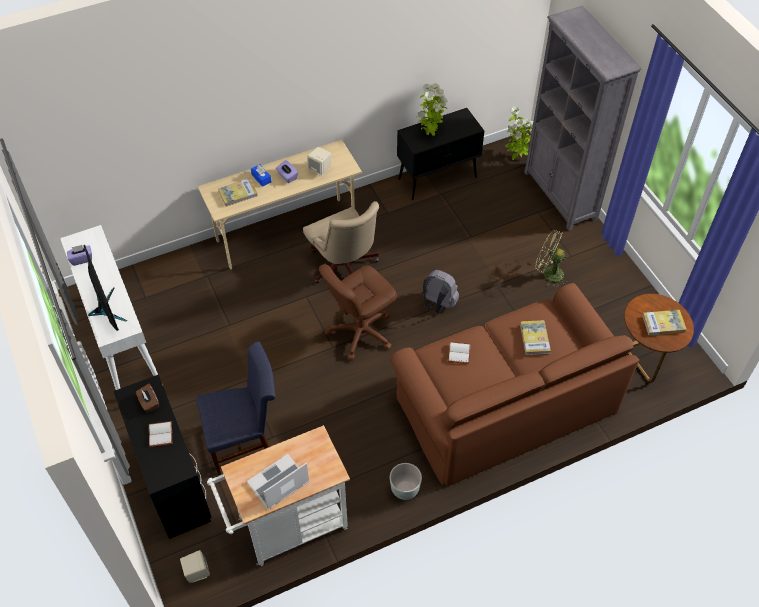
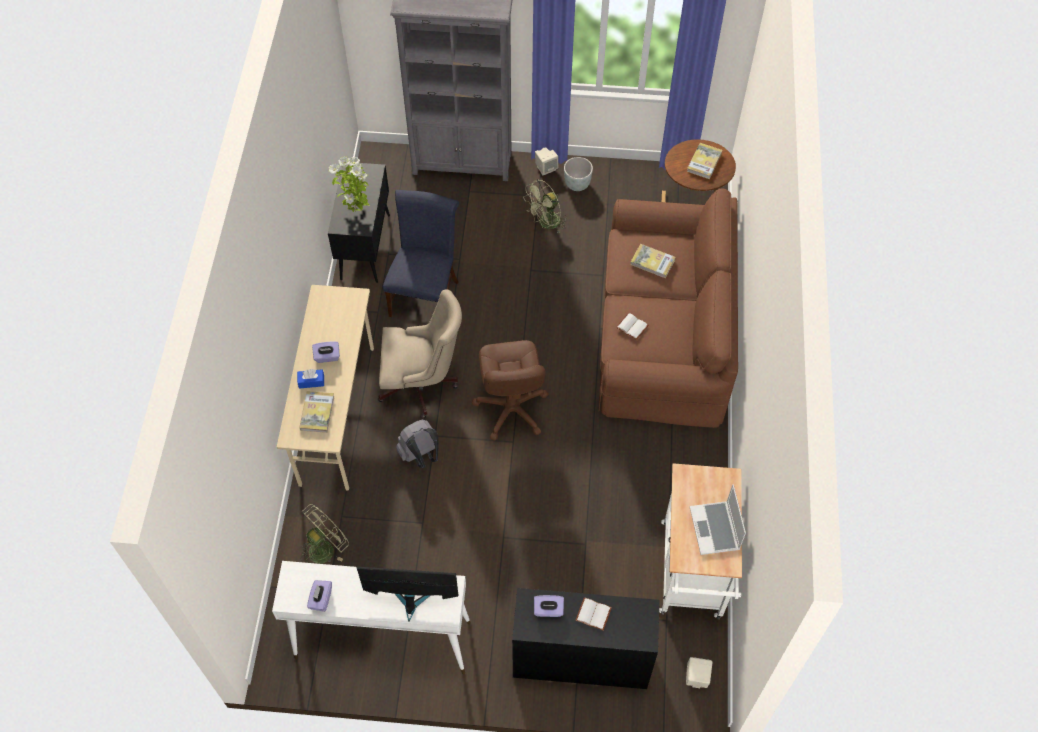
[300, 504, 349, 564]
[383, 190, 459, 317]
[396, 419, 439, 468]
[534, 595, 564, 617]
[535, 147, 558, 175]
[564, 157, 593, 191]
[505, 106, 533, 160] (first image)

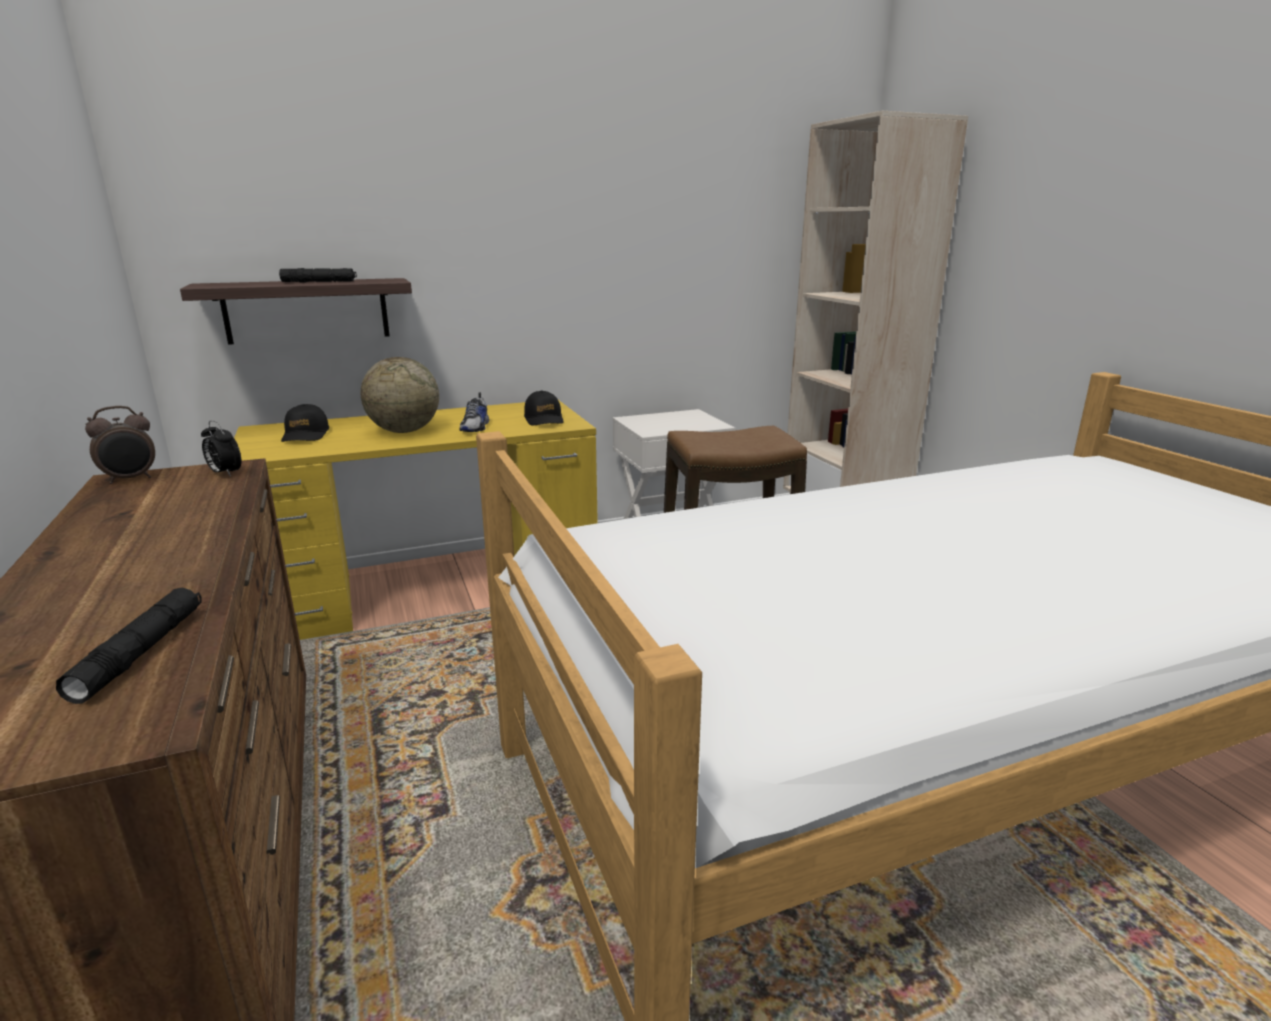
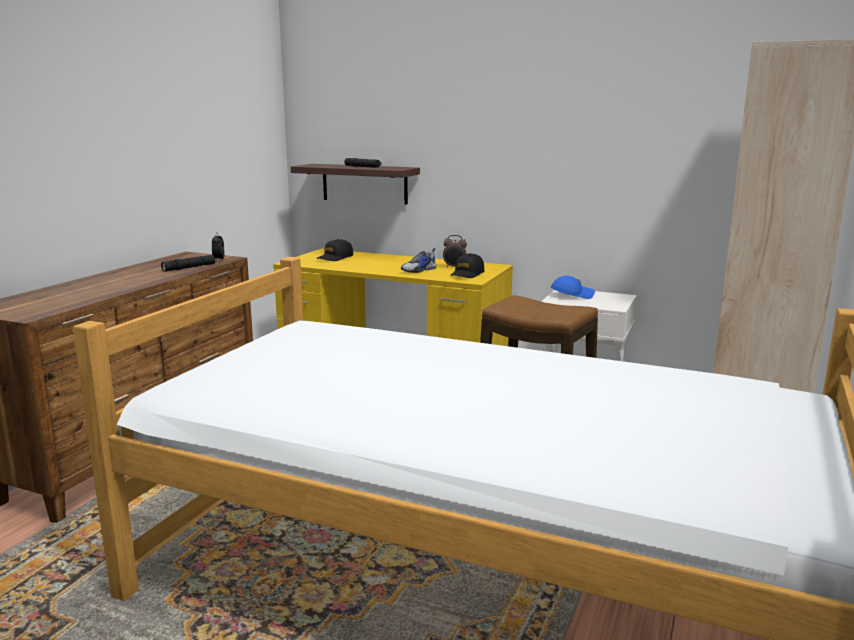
[161, 255, 217, 272]
[443, 235, 467, 267]
[551, 276, 595, 299]
[361, 357, 439, 433] (first image)

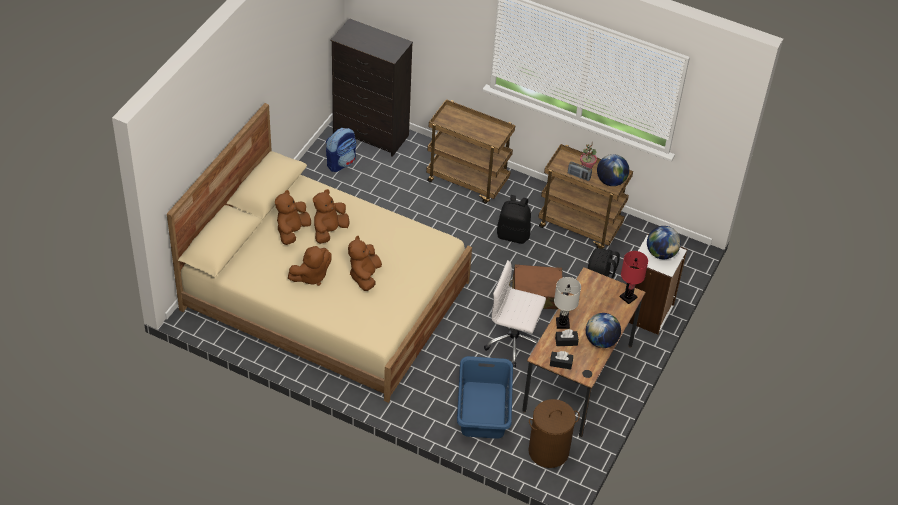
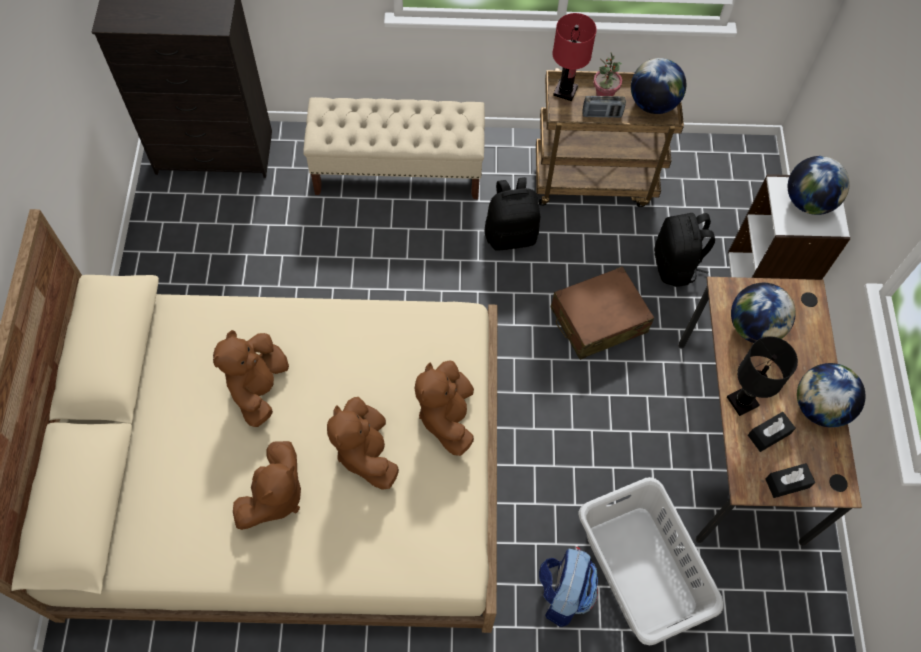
[303, 97, 485, 199]
[415, 360, 474, 456]
[539, 547, 598, 627]
[552, 13, 597, 101]
[578, 477, 724, 645]
[727, 336, 798, 416]
[731, 283, 796, 343]
[484, 260, 546, 367] (first image)
[528, 399, 580, 468] (first image)

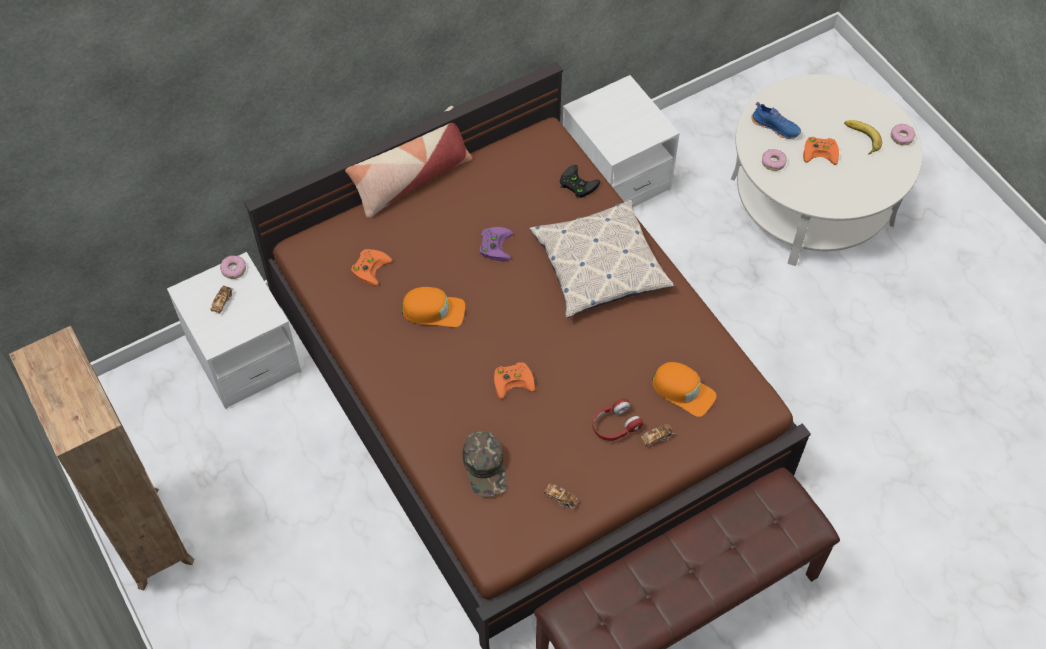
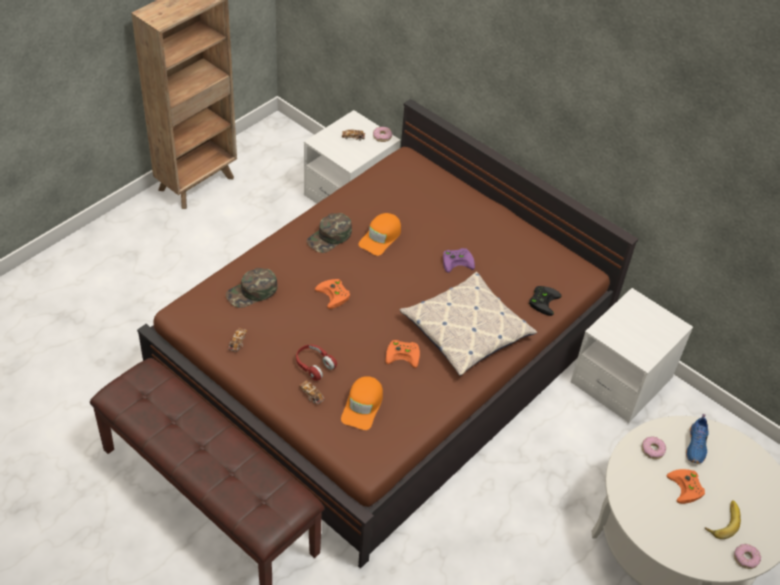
[306, 213, 352, 253]
[358, 213, 401, 256]
[385, 340, 420, 368]
[345, 106, 472, 218] (first image)

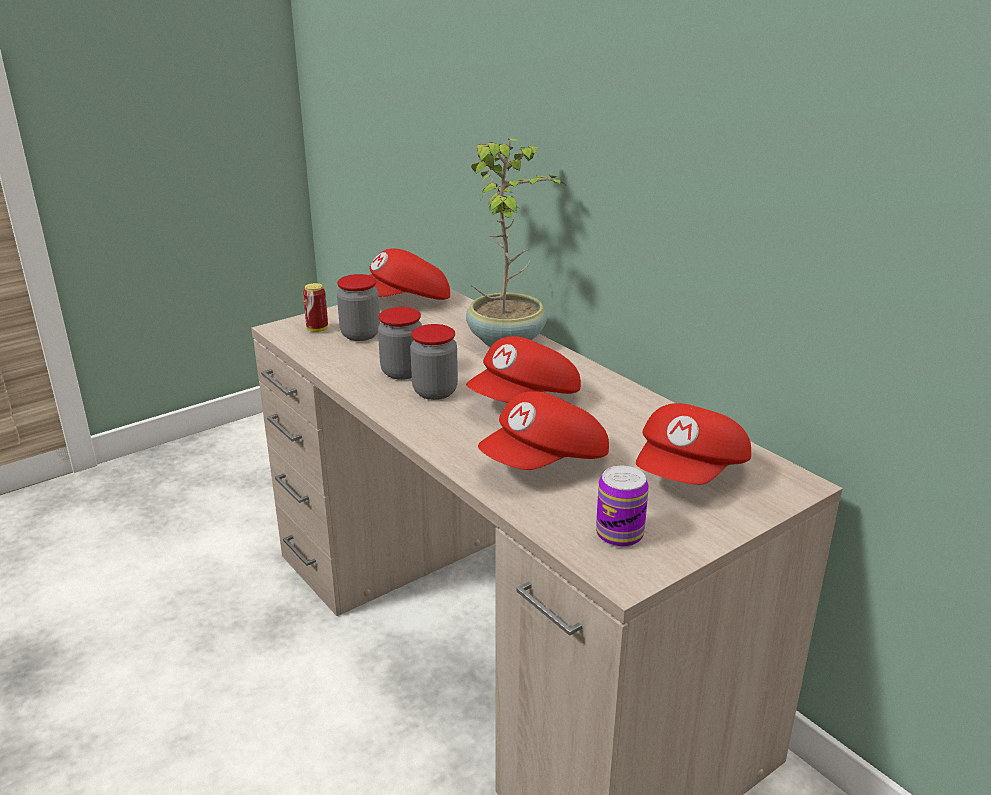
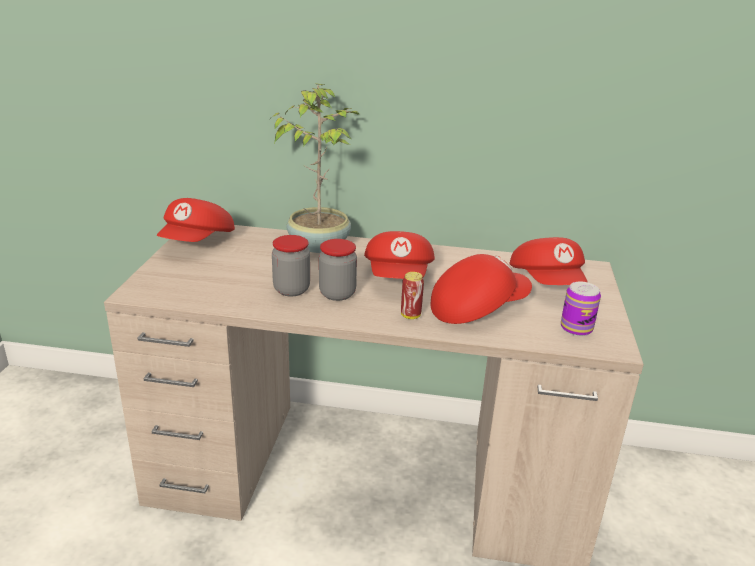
[401, 272, 424, 319]
[431, 254, 532, 324]
[337, 274, 380, 341] (first image)

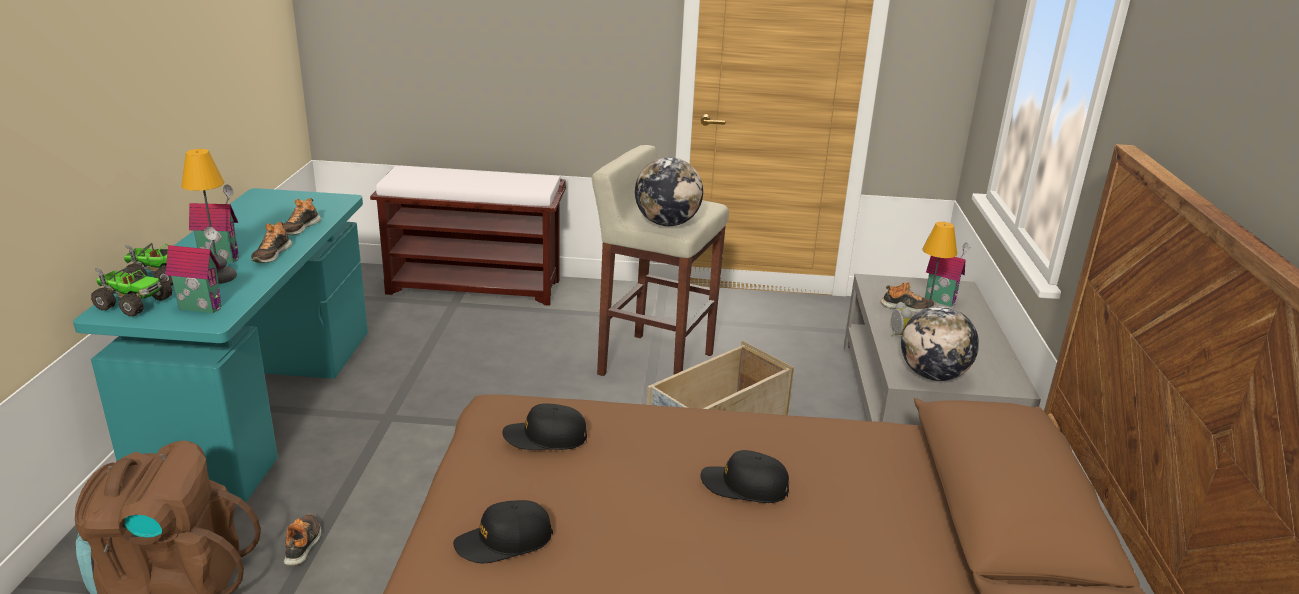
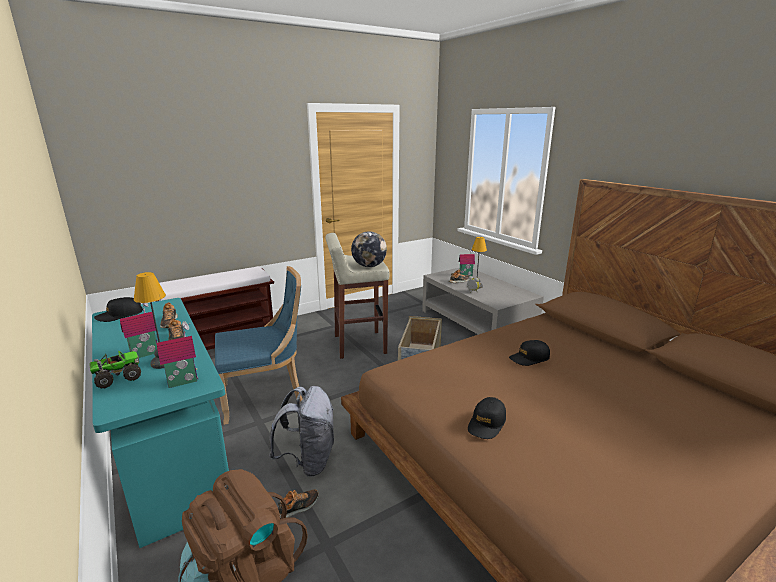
[94, 297, 143, 322]
[215, 266, 303, 425]
[269, 386, 334, 477]
[278, 489, 319, 517]
[91, 267, 173, 317] (first image)
[901, 306, 979, 381] (first image)

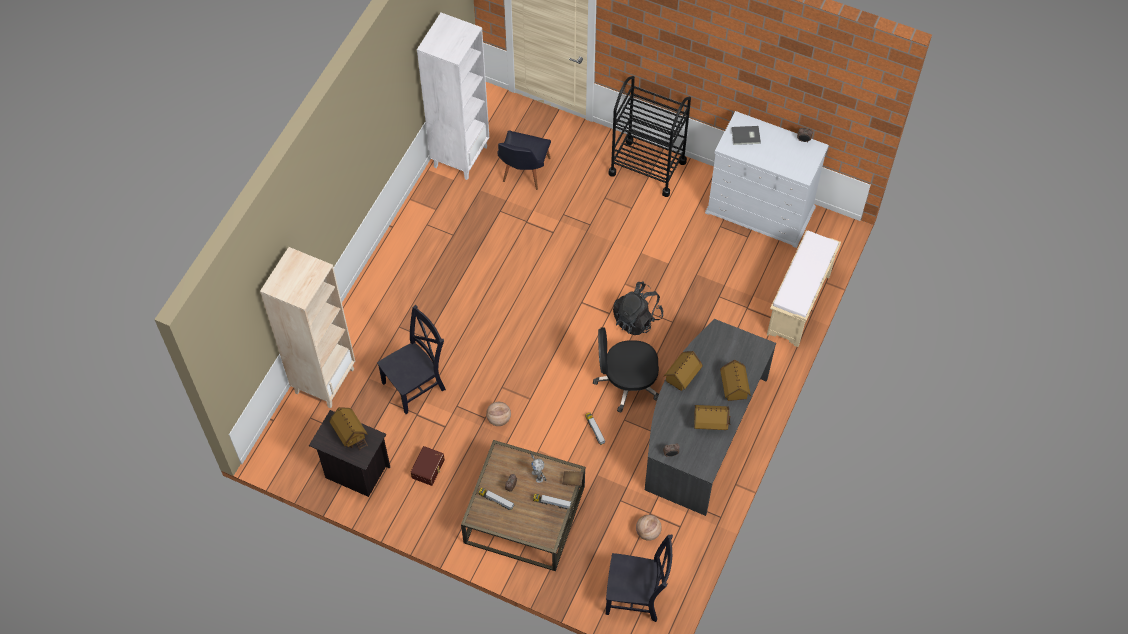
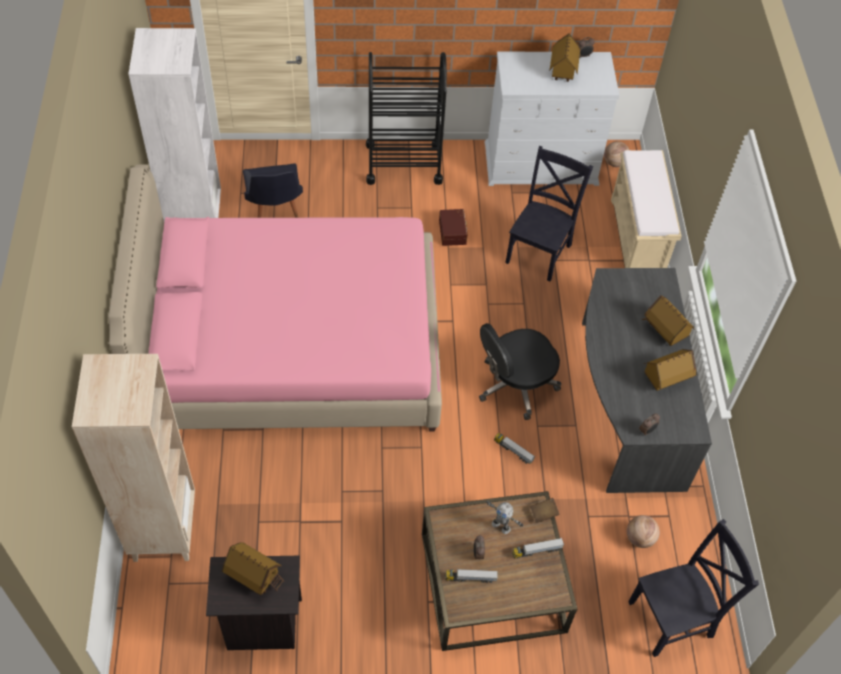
[108, 164, 442, 432]
[439, 209, 468, 246]
[505, 146, 593, 281]
[550, 33, 580, 82]
[604, 141, 629, 167]
[613, 281, 664, 335] (first image)
[731, 126, 761, 145] (first image)

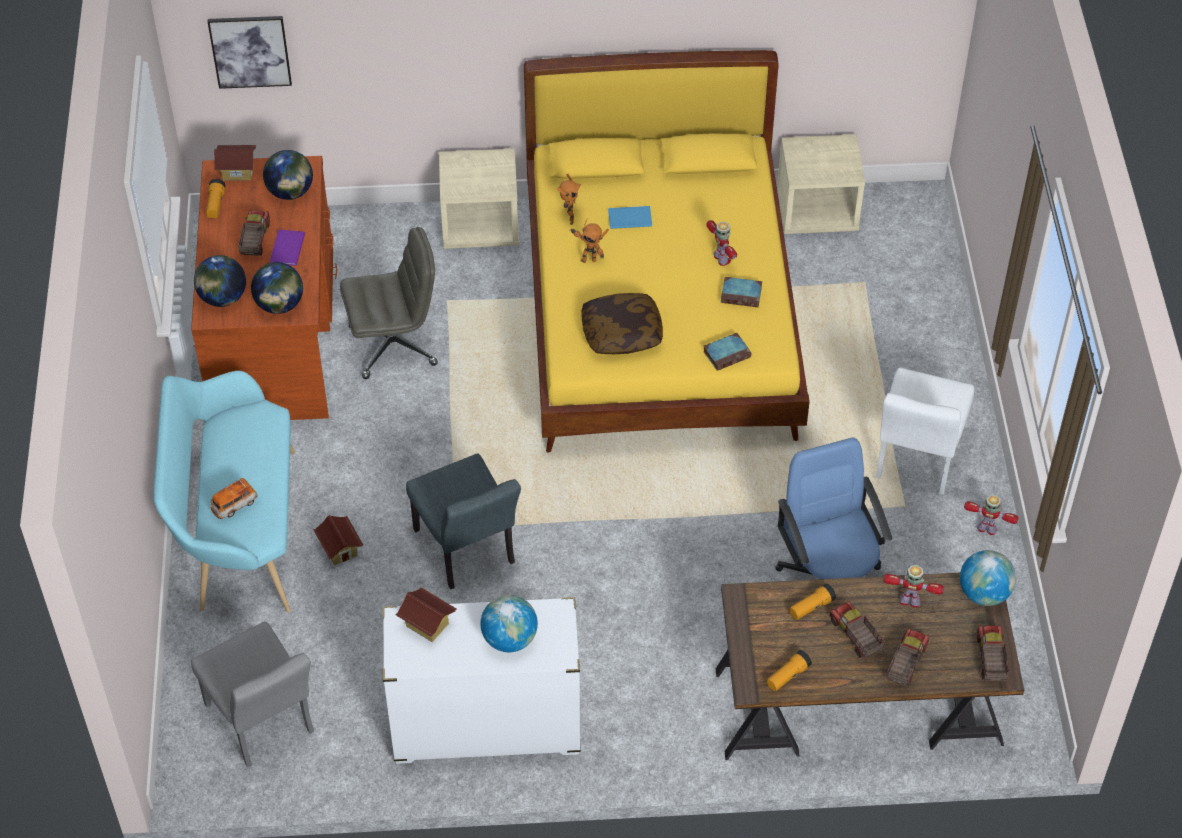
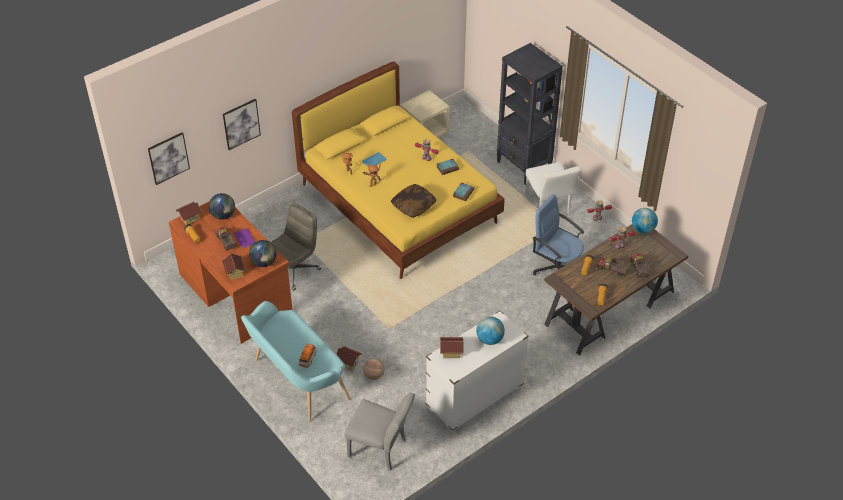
[222, 253, 246, 280]
[223, 99, 261, 150]
[363, 358, 385, 380]
[497, 43, 563, 185]
[406, 453, 521, 589] (first image)
[439, 149, 519, 249] (first image)
[977, 625, 1009, 681] (first image)

